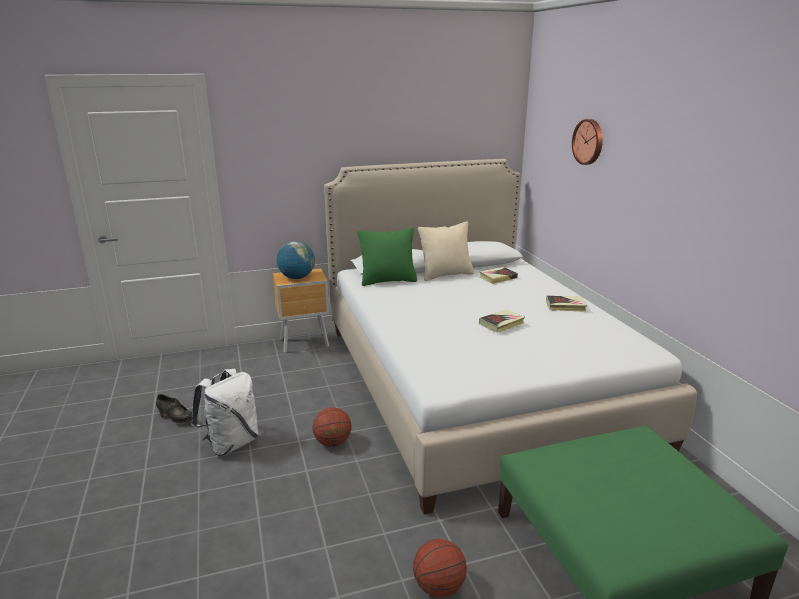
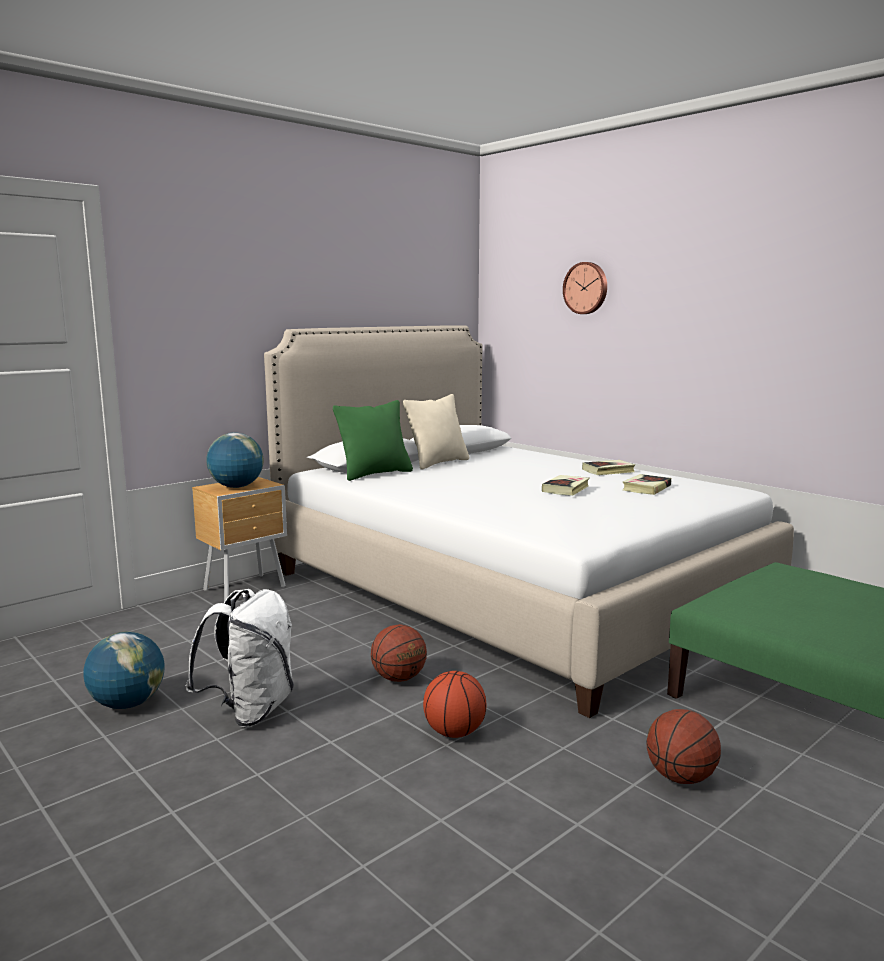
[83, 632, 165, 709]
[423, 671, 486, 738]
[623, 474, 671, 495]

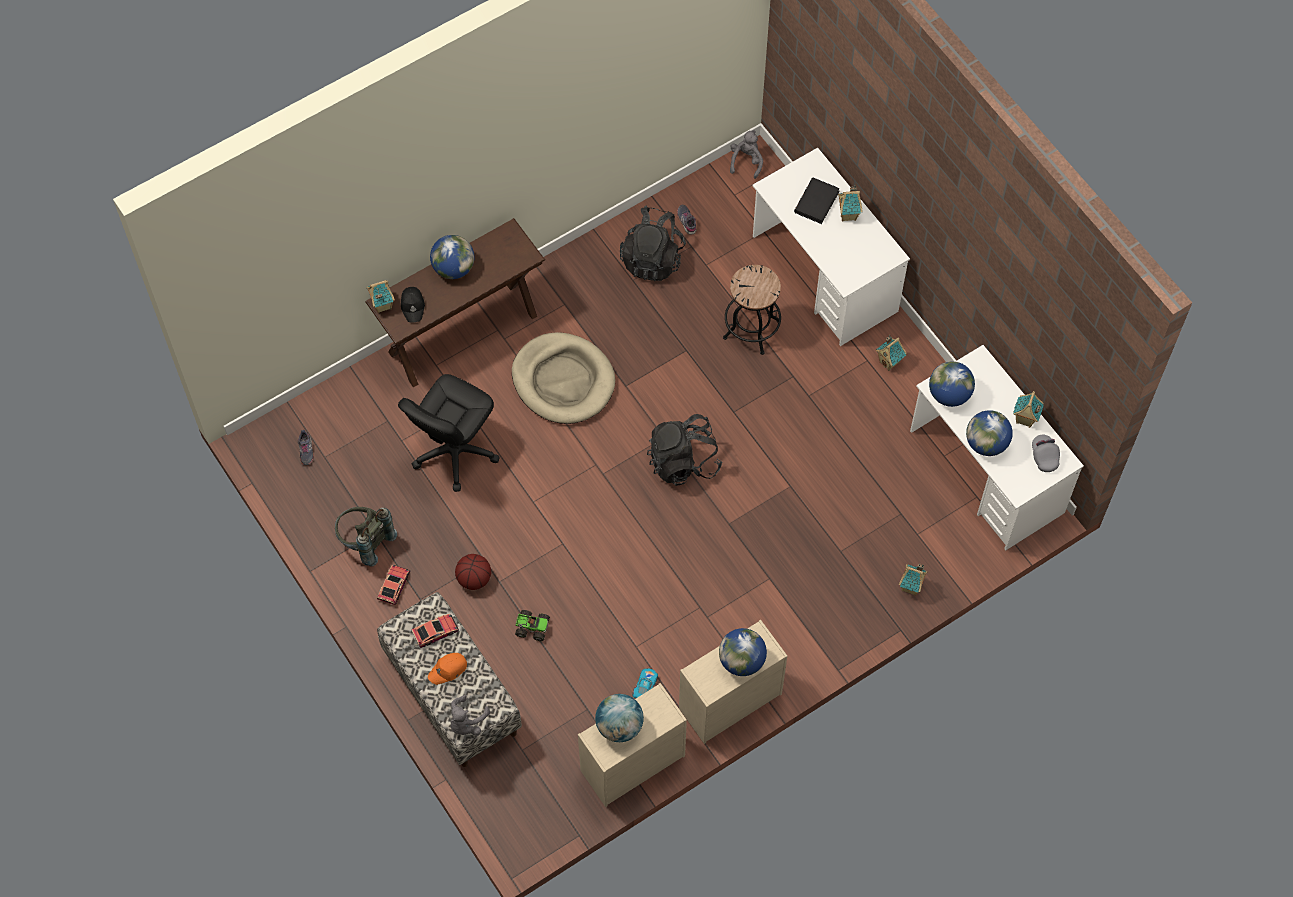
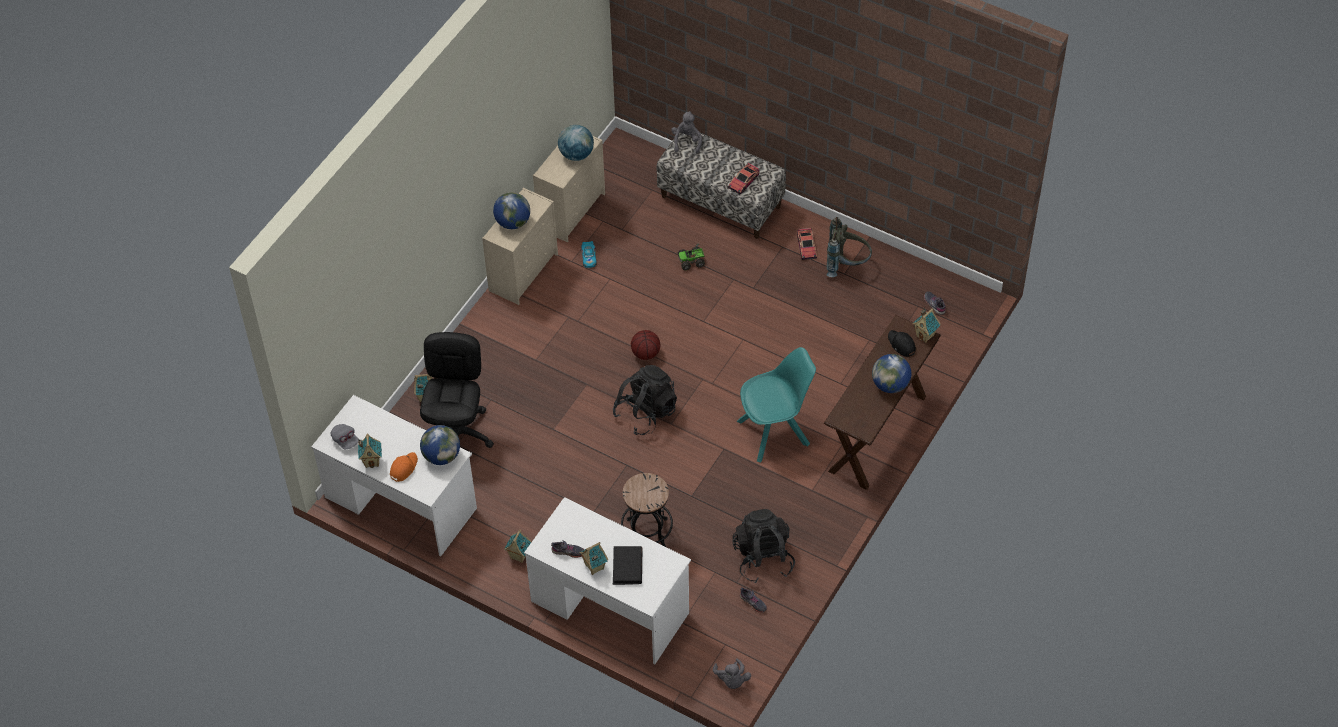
[390, 452, 418, 482]
[420, 332, 494, 448]
[551, 541, 584, 558]
[631, 330, 660, 360]
[737, 347, 816, 462]
[966, 410, 1013, 456] (first image)

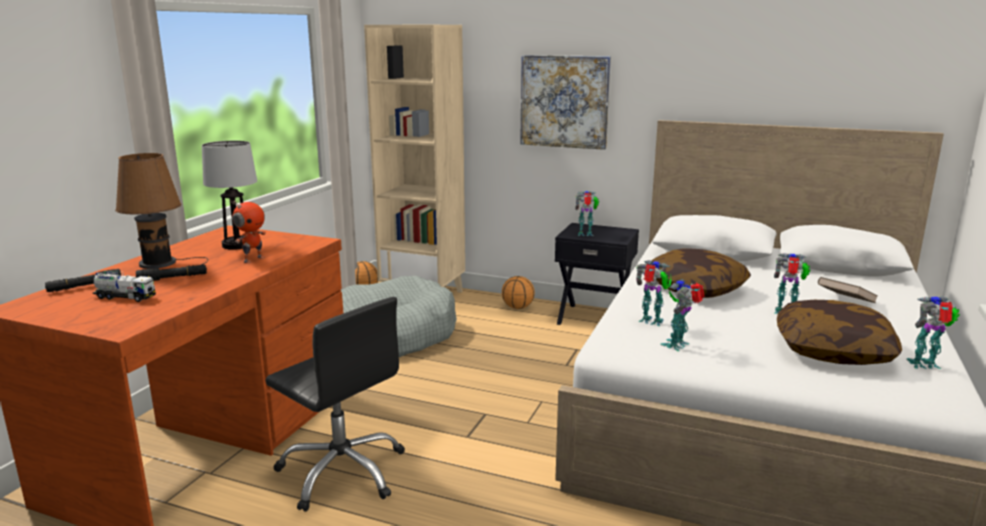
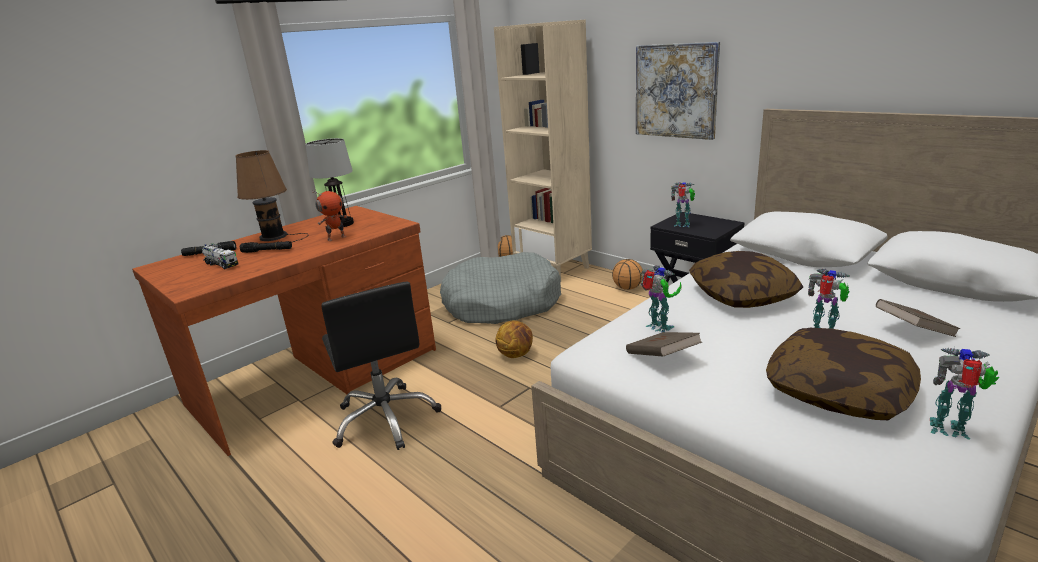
[495, 321, 533, 358]
[626, 332, 702, 356]

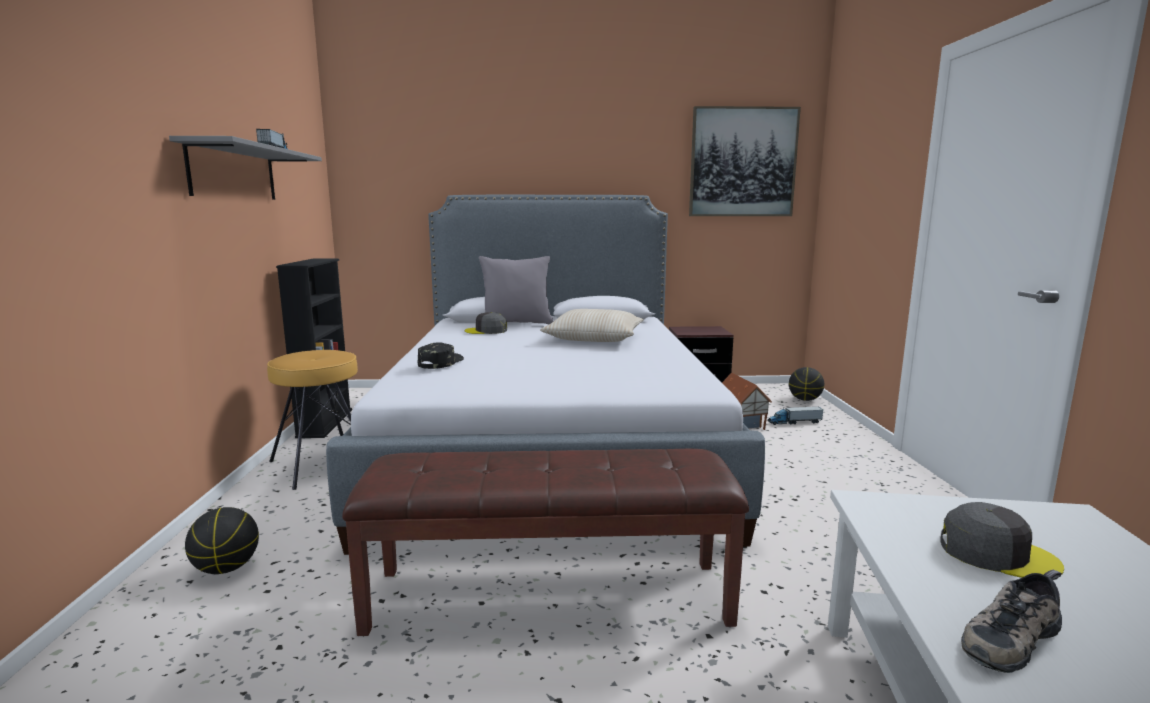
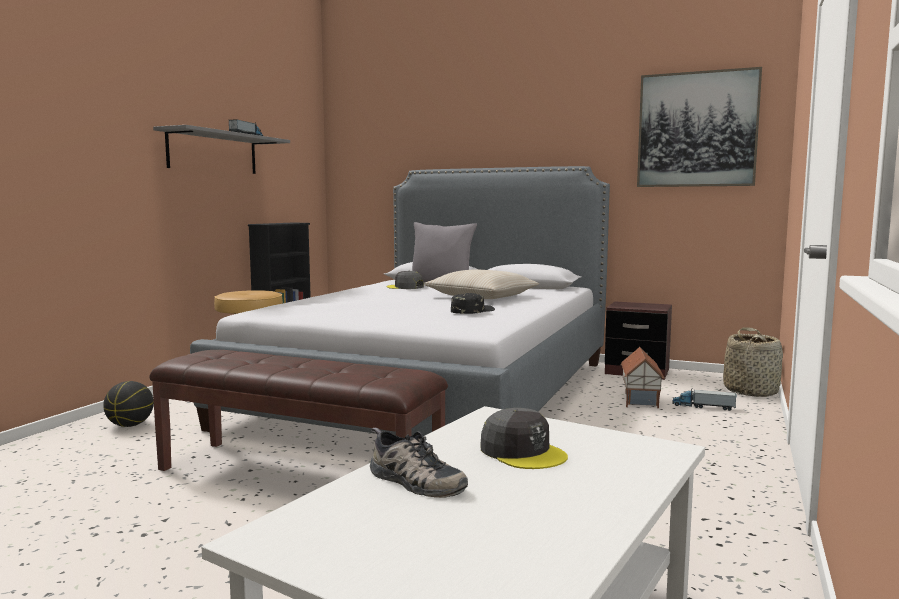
[370, 428, 468, 498]
[451, 293, 495, 314]
[723, 327, 783, 397]

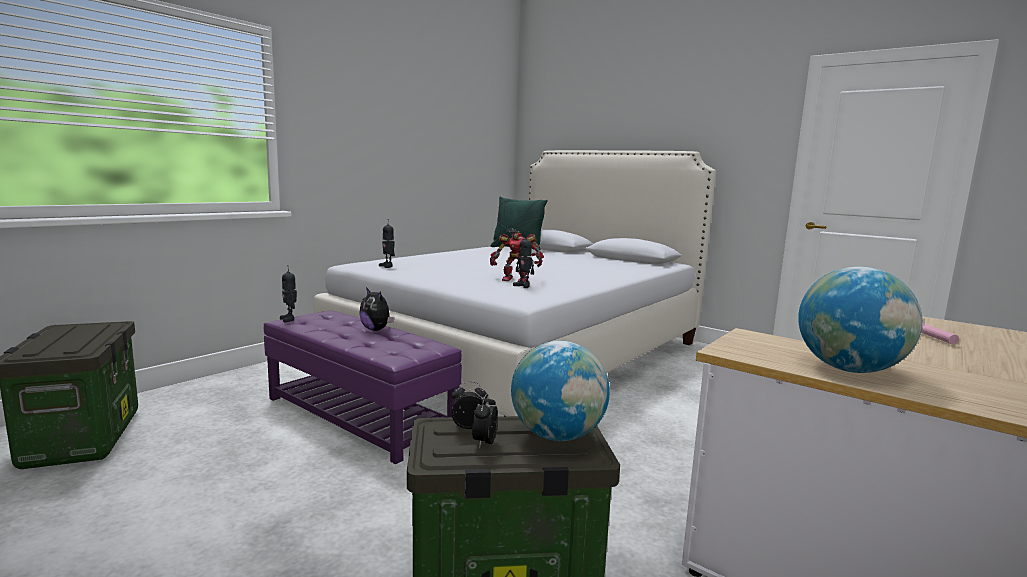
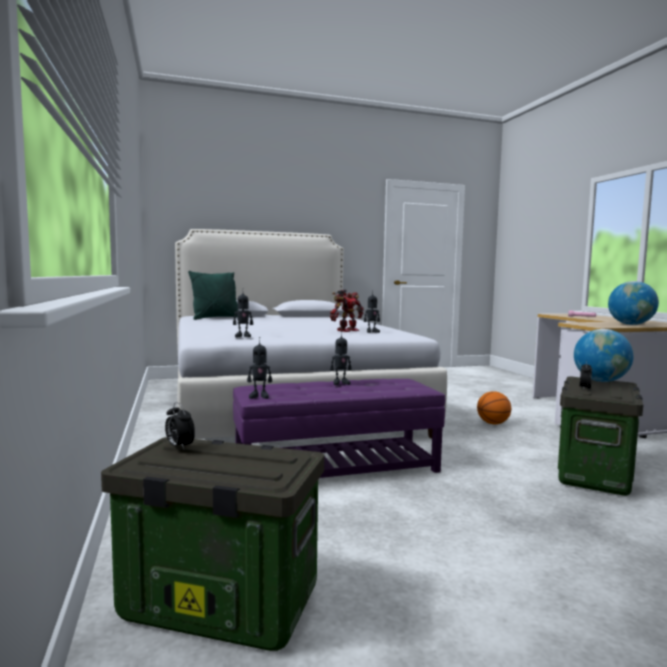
[165, 402, 195, 450]
[330, 331, 352, 385]
[477, 391, 511, 424]

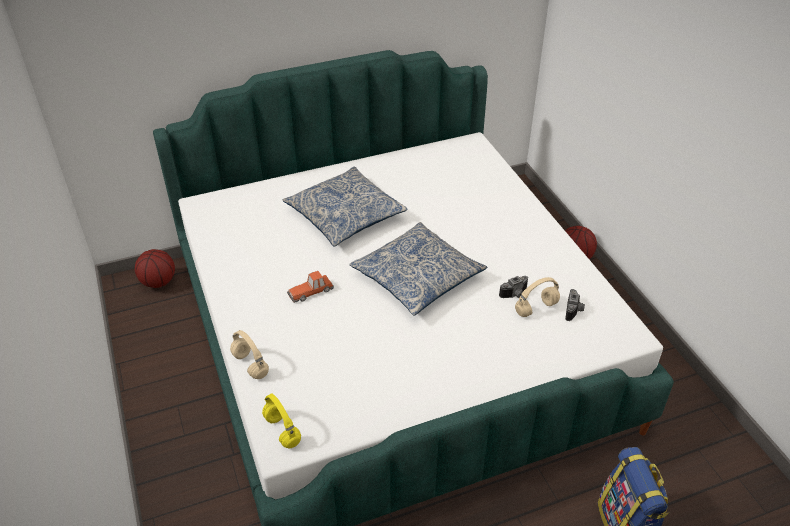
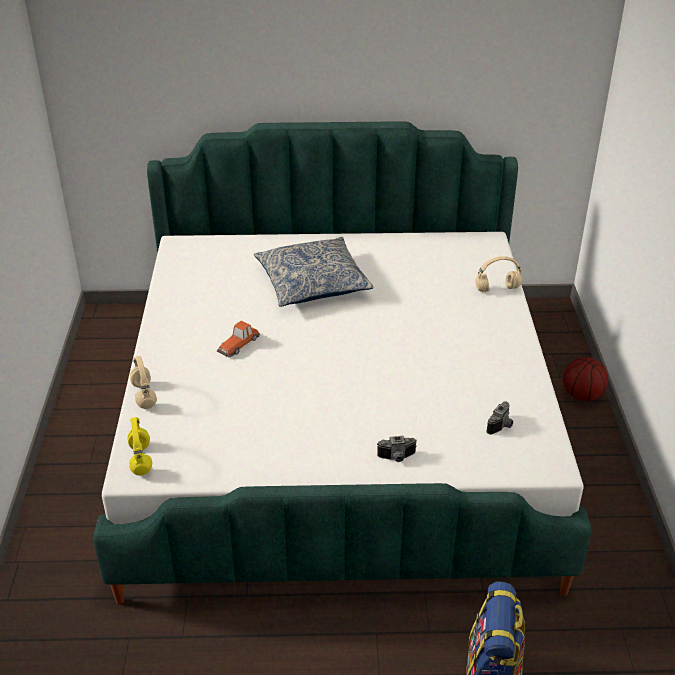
[217, 321, 260, 358]
[377, 436, 417, 462]
[475, 256, 522, 292]
[135, 249, 175, 288] (first image)
[349, 222, 487, 316] (first image)

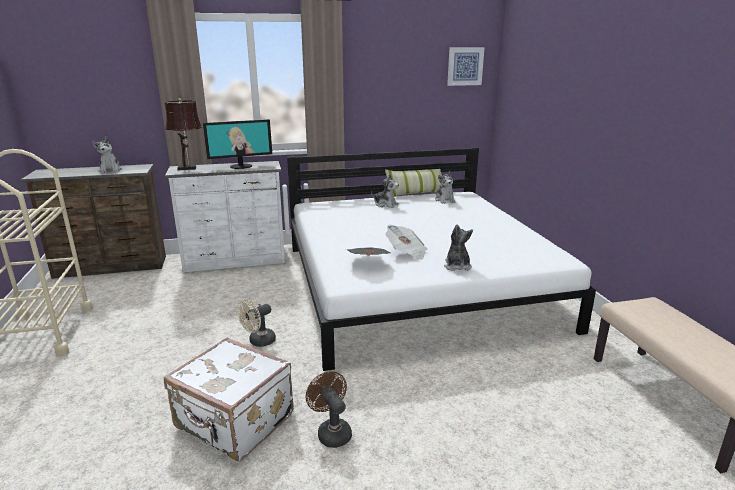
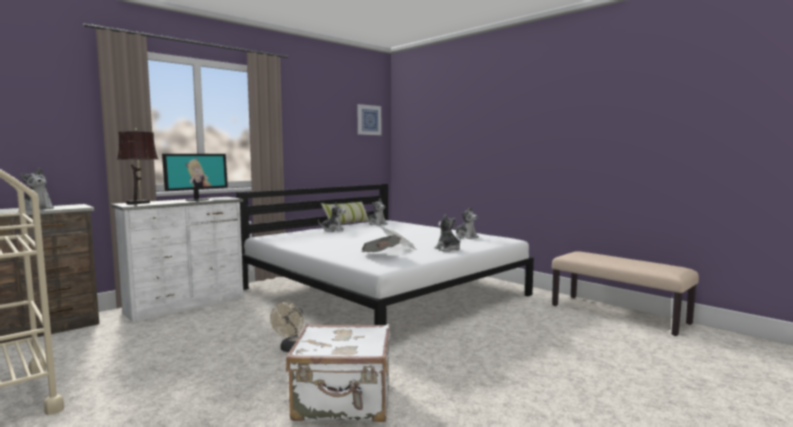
[454, 206, 479, 239]
[306, 371, 352, 448] (first image)

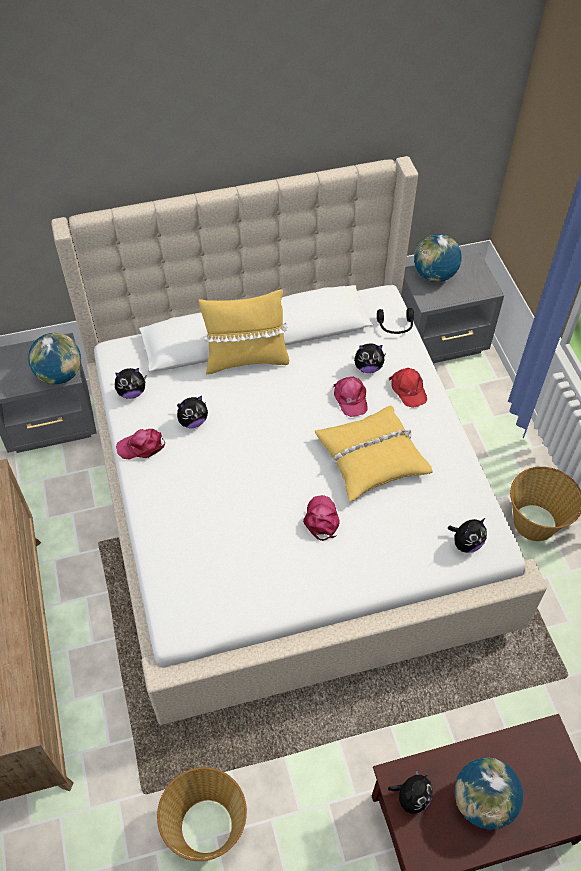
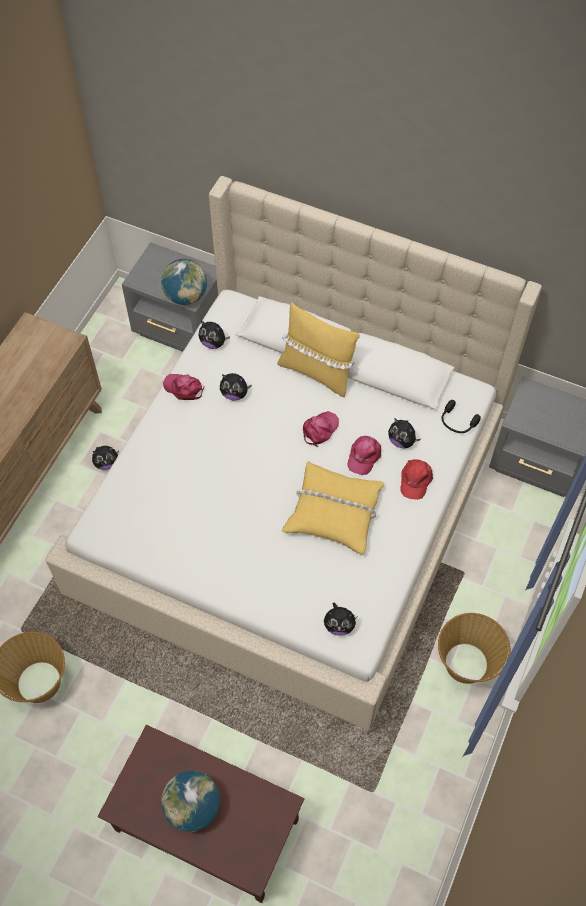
[92, 446, 119, 470]
[303, 411, 339, 447]
[414, 234, 462, 282] (first image)

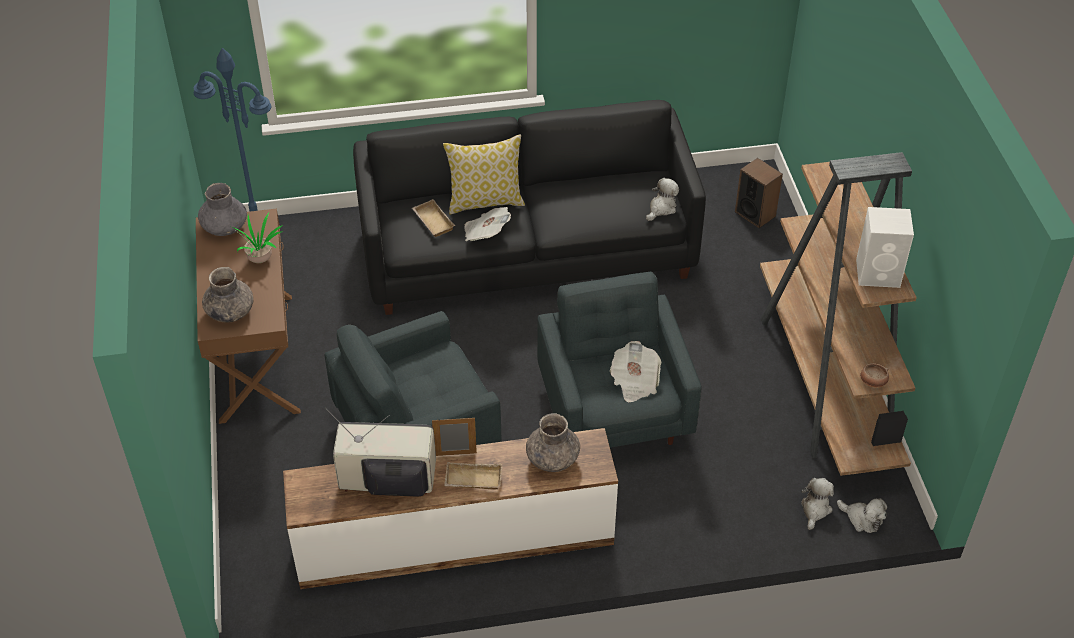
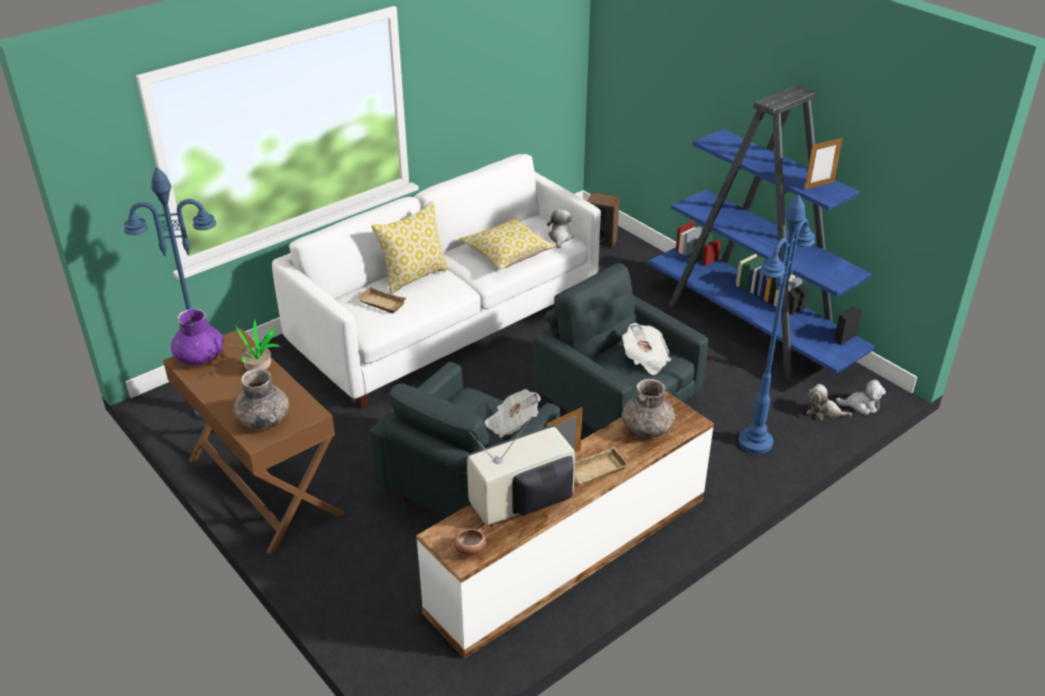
[171, 308, 224, 365]
[272, 154, 601, 409]
[455, 529, 486, 556]
[459, 217, 557, 270]
[485, 389, 541, 438]
[648, 85, 876, 380]
[739, 194, 815, 454]
[805, 138, 843, 189]
[807, 384, 852, 420]

